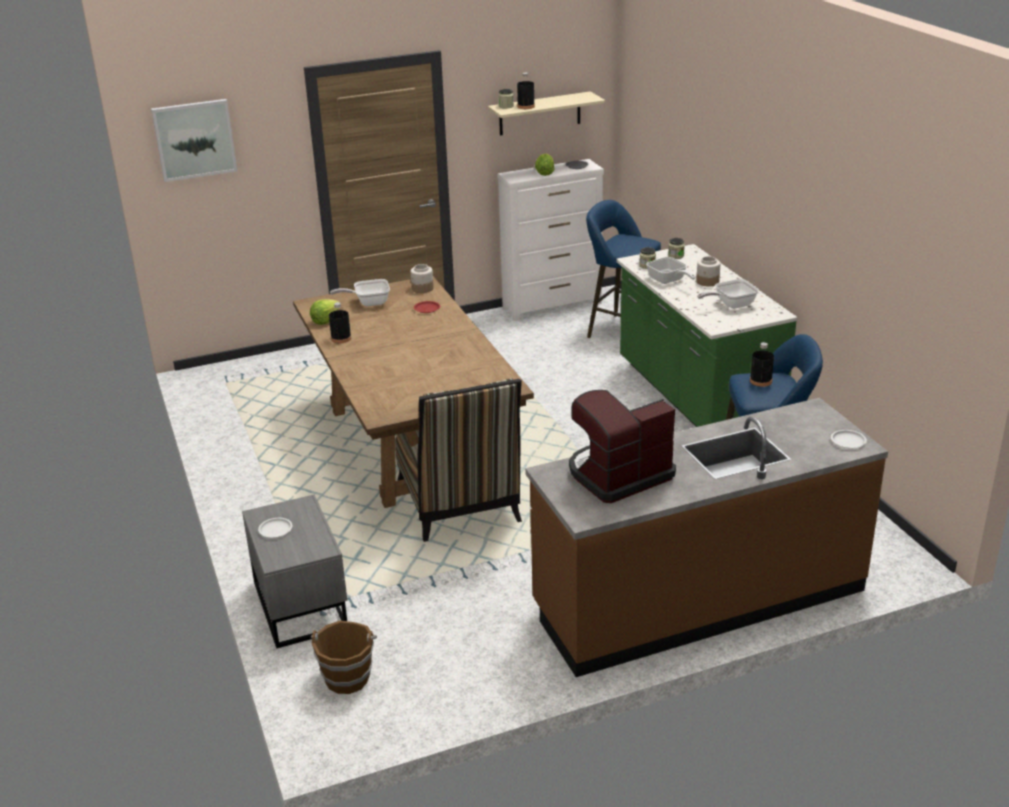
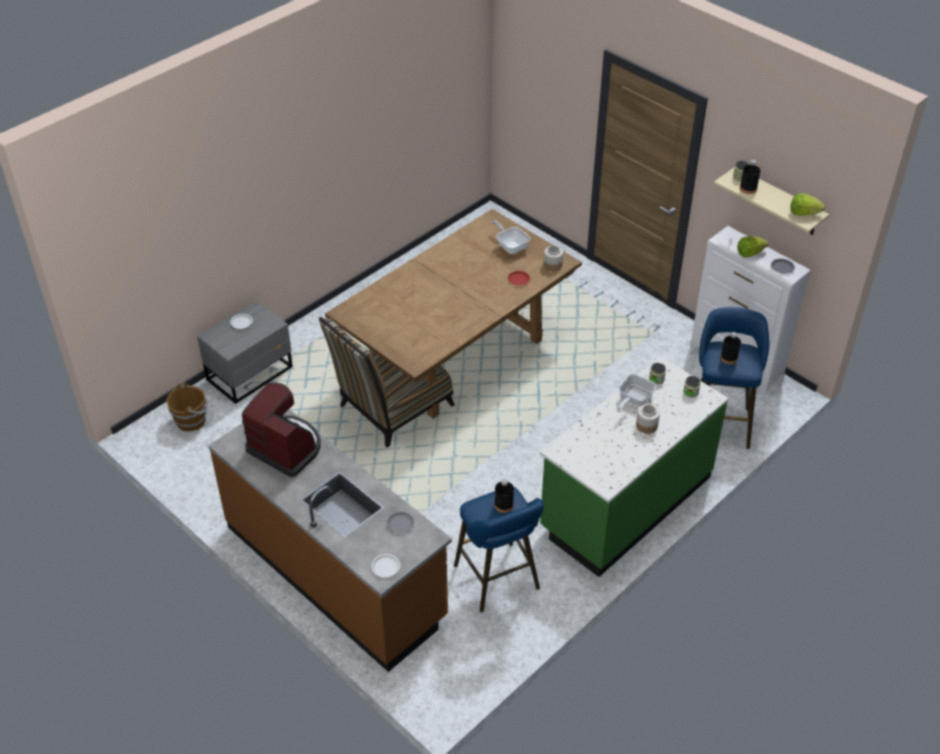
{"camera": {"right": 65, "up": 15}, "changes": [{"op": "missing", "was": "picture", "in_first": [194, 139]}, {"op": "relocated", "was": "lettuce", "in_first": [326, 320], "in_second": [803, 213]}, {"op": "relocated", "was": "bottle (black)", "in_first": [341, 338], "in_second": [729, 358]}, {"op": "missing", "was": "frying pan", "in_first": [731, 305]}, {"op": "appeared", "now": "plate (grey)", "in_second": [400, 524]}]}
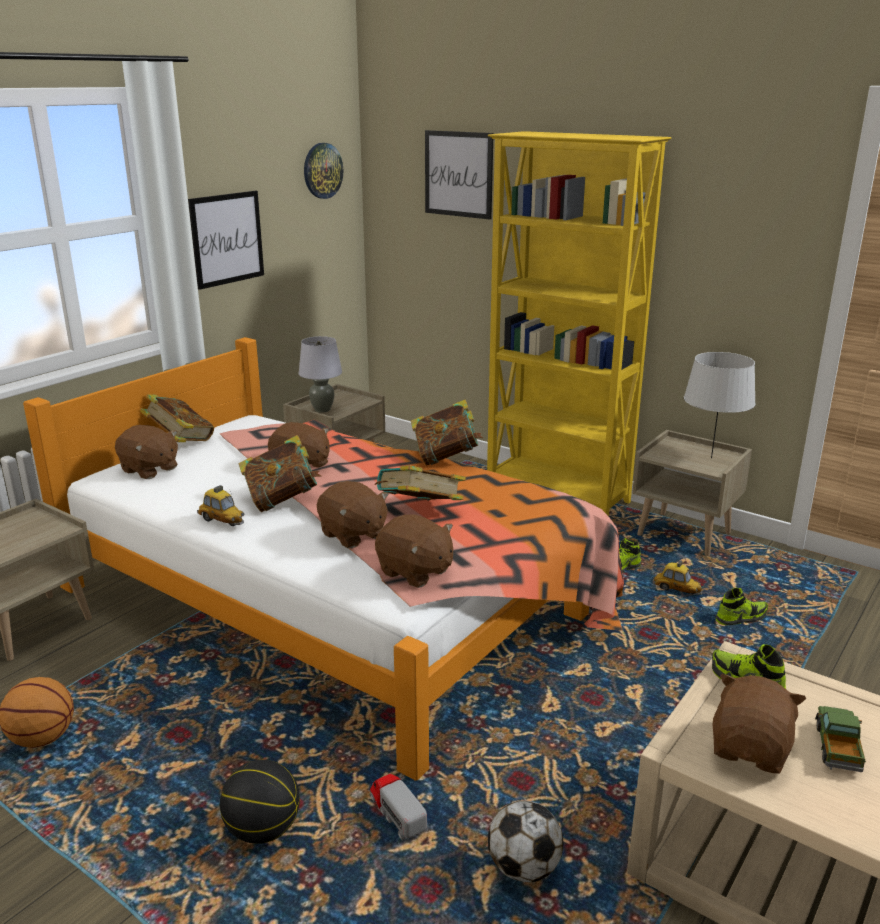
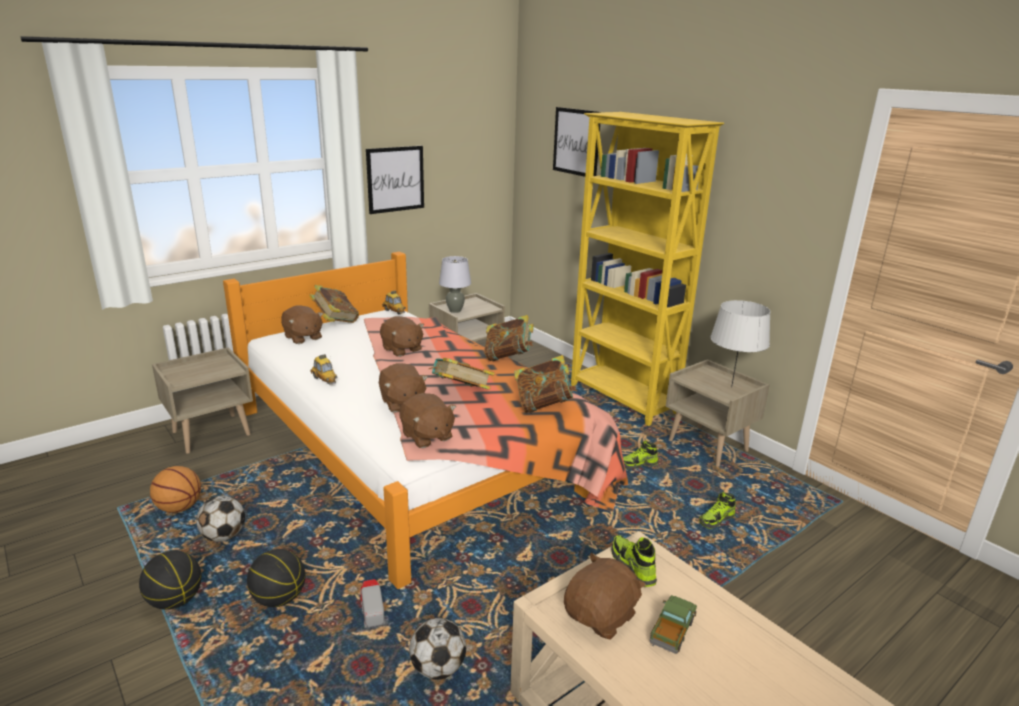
{"camera": {"right": 15, "up": 0}, "changes": [{"op": "relocated", "was": "book", "in_first": [282, 500], "in_second": [543, 405]}, {"op": "missing", "was": "wall clock", "in_first": [322, 170]}, {"op": "relocated", "was": "toy car", "in_first": [676, 590], "in_second": [394, 311]}, {"op": "spun", "was": "shoe", "in_first": [741, 618], "in_second": [716, 520], "clockwise": 150}, {"op": "appeared", "now": "basketball", "in_second": [175, 600]}, {"op": "appeared", "now": "football", "in_second": [224, 536]}]}
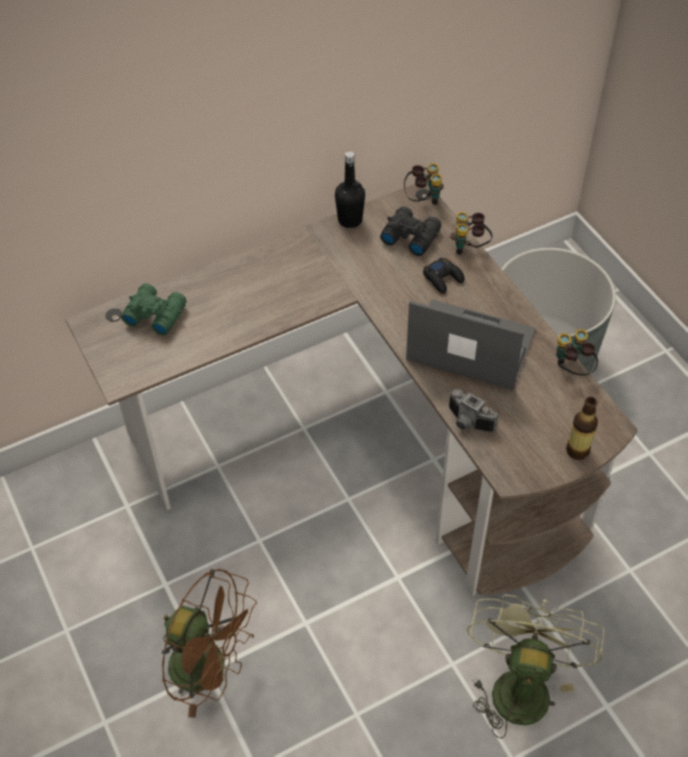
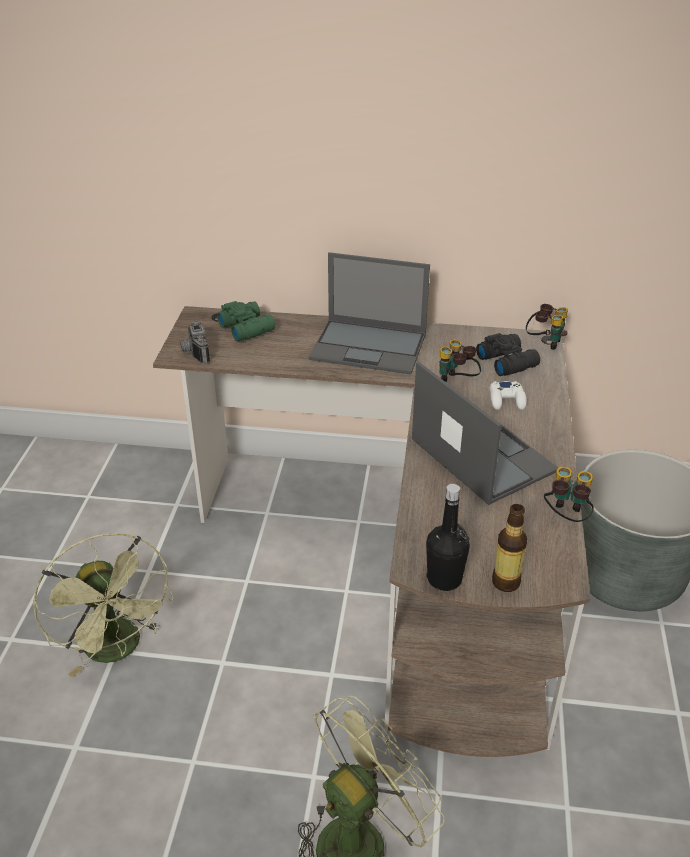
{"camera": {"right": 35, "up": -15}, "changes": [{"op": "colour", "was": "fan (brown)", "now": "fan (green)", "in_first": [210, 668], "in_second": [119, 650]}, {"op": "relocated", "was": "bottle (black)", "in_first": [350, 220], "in_second": [444, 579]}, {"op": "colour", "was": "game controller (black)", "now": "game controller (white)", "in_first": [443, 278], "in_second": [507, 400]}, {"op": "relocated", "was": "photo camera", "in_first": [467, 423], "in_second": [194, 353]}, {"op": "relocated", "was": "binoculars", "in_first": [470, 248], "in_second": [457, 382]}, {"op": "appeared", "now": "laptop", "in_second": [370, 346]}]}
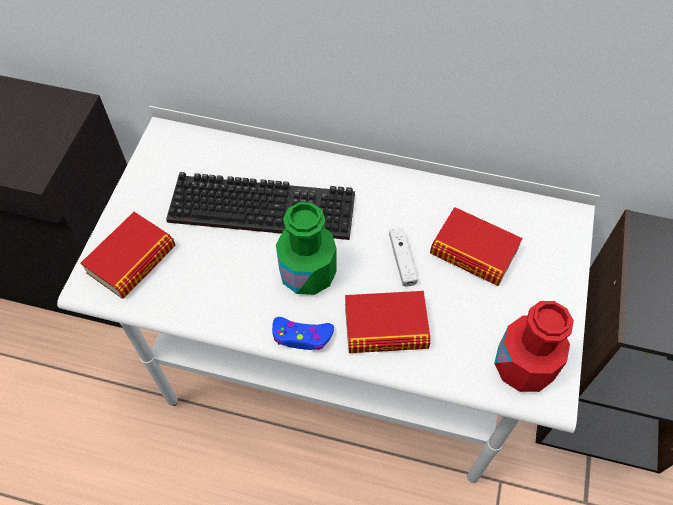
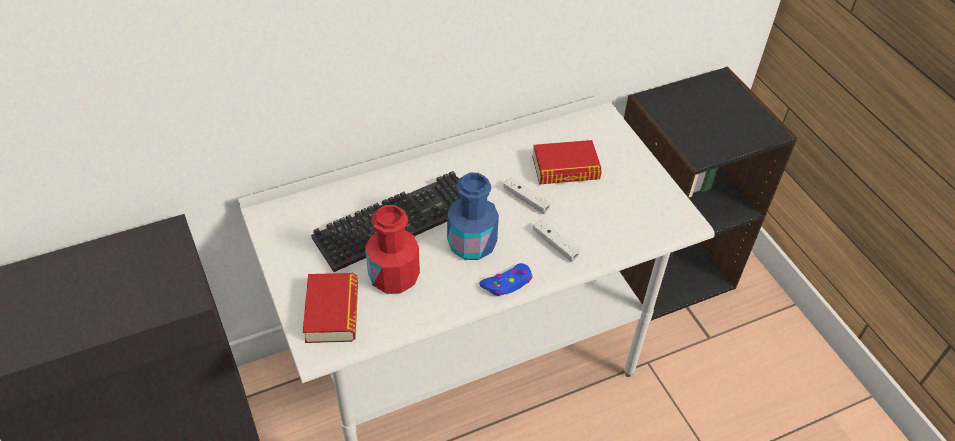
{"camera": {"right": -40, "up": -10}, "changes": [{"op": "colour", "was": "bottle (green)", "now": "bottle (blue)", "in_first": [307, 273], "in_second": [472, 244]}, {"op": "exchanged", "was": "book", "now": "game controller (white)", "in_first": [385, 327], "in_second": [555, 244]}, {"op": "relocated", "was": "bottle (red)", "in_first": [523, 366], "in_second": [394, 276]}]}
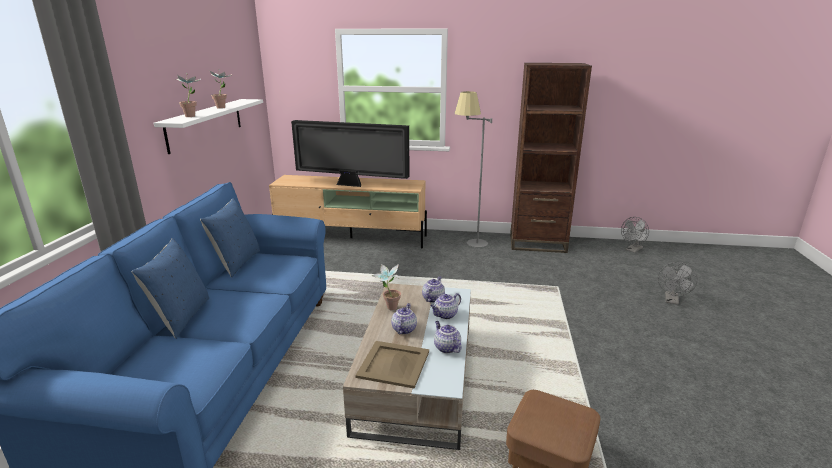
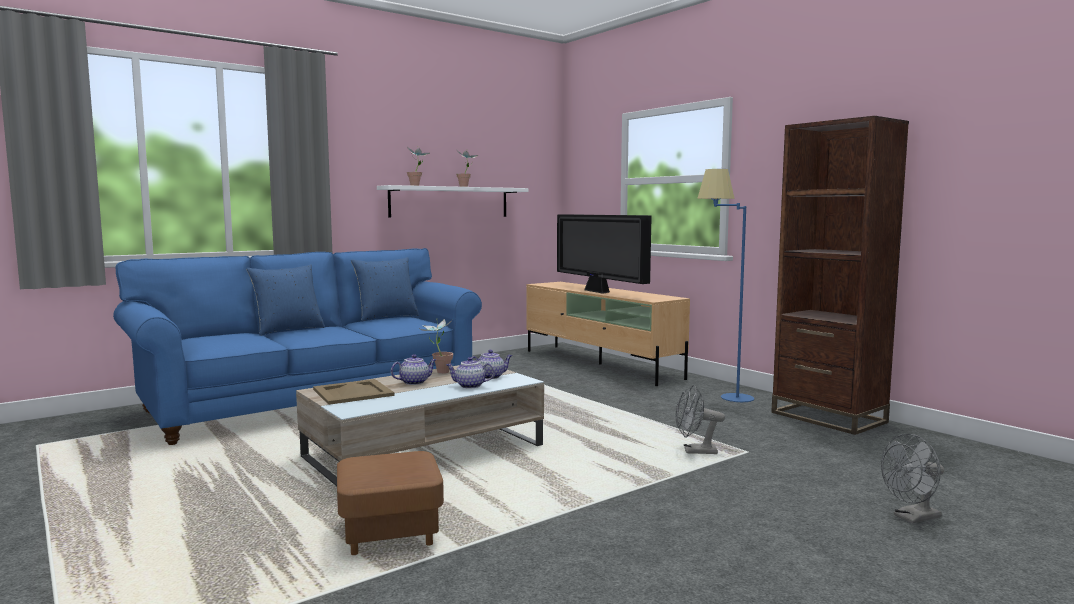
{"camera": {"right": 45, "up": -15}, "changes": [{"op": "missing", "was": "teapot", "in_first": [446, 347]}, {"op": "colour", "was": "floor lamp (grey)", "now": "floor lamp (blue)", "in_first": [469, 245], "in_second": [722, 397]}, {"op": "relocated", "was": "fan (grey)", "in_first": [633, 250], "in_second": [695, 451]}]}
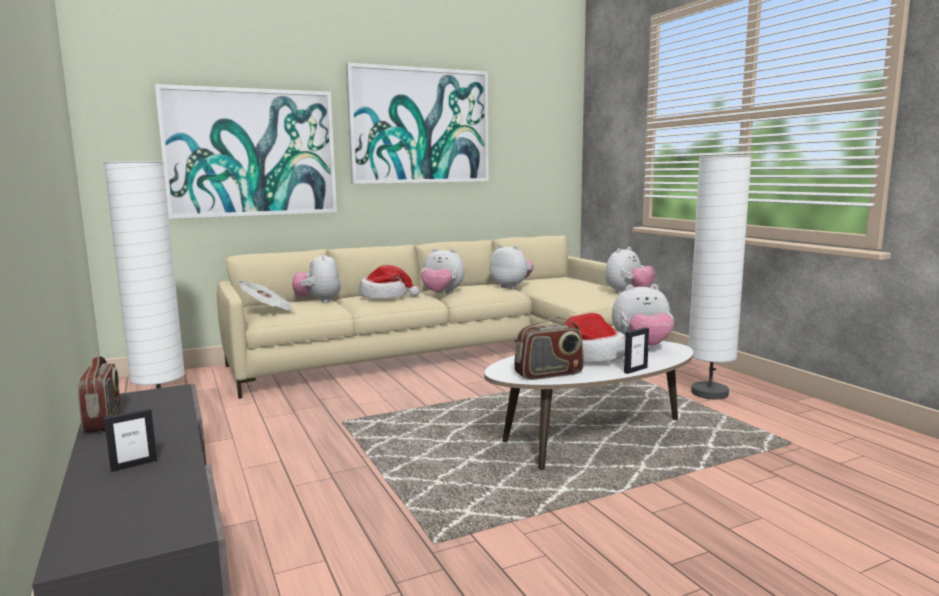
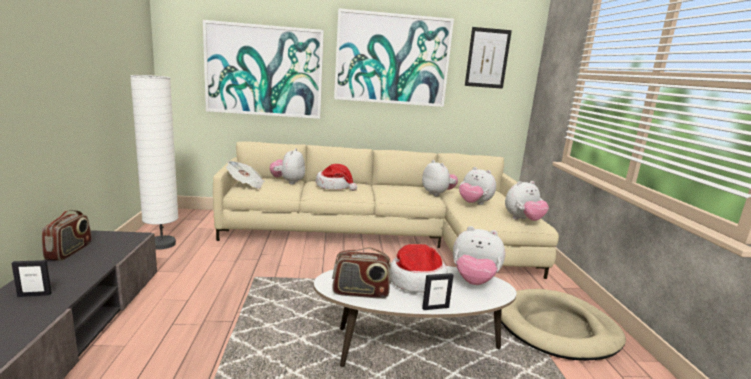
{"camera": {"right": 20, "up": 5}, "changes": [{"op": "relocated", "was": "plush toy", "in_first": [442, 294], "in_second": [474, 204]}, {"op": "exchanged", "was": "floor lamp (white)", "now": "dog bed (beige)", "in_first": [709, 393], "in_second": [556, 328]}, {"op": "appeared", "now": "picture", "in_second": [487, 58]}]}
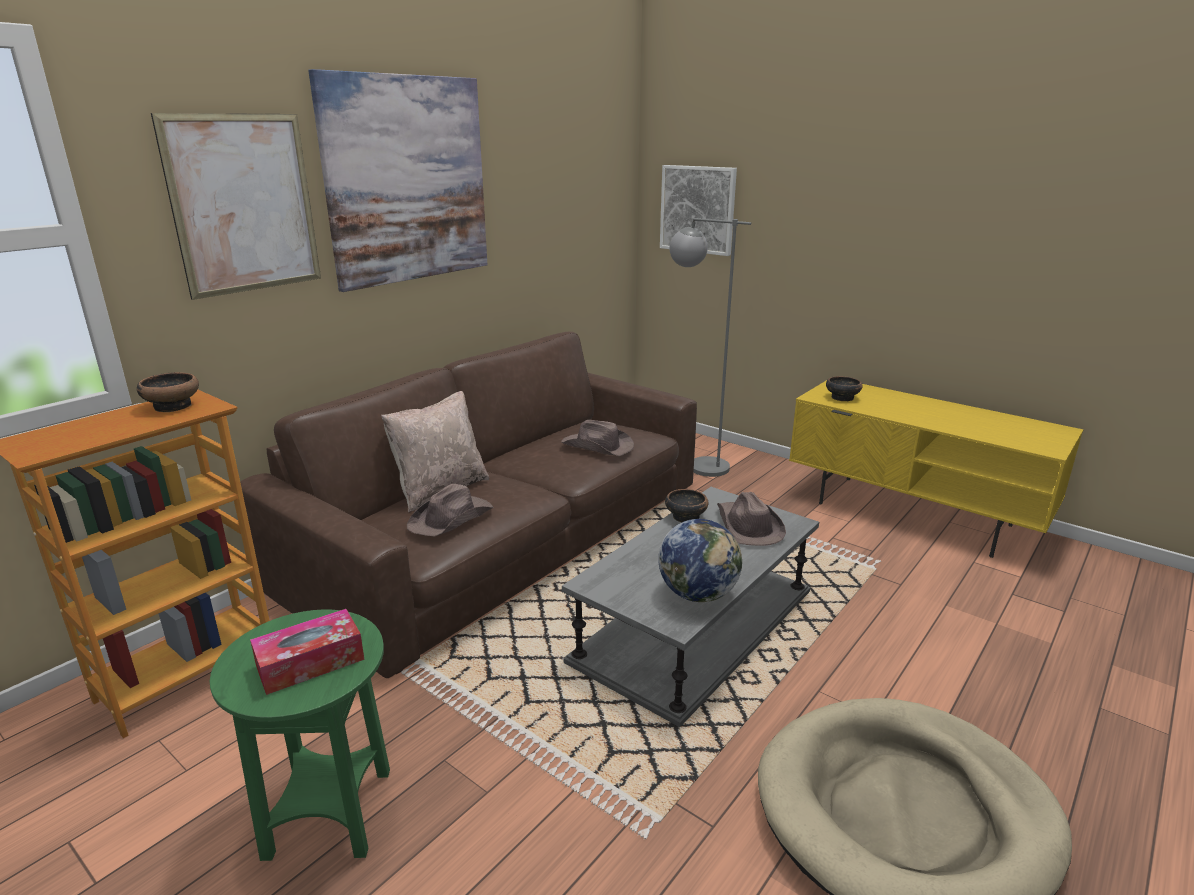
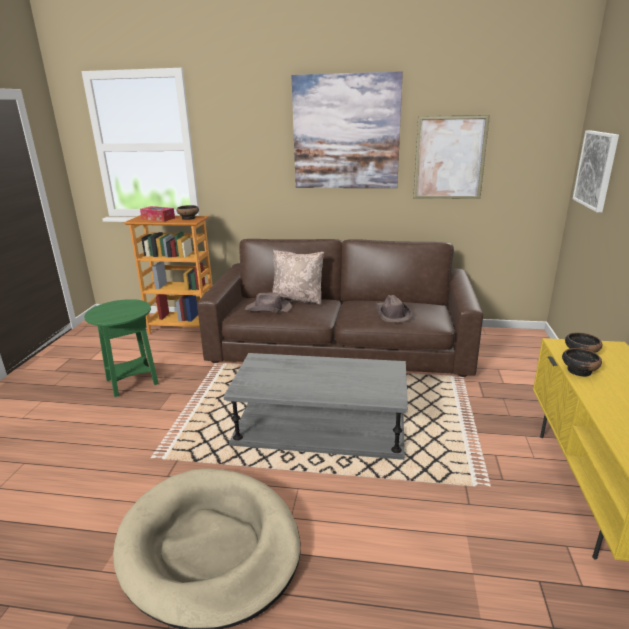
{"camera": {"right": 60, "up": 0}, "changes": [{"op": "relocated", "was": "picture", "in_first": [244, 204], "in_second": [449, 158]}, {"op": "relocated", "was": "tissue box", "in_first": [310, 662], "in_second": [158, 218]}, {"op": "missing", "was": "globe", "in_first": [698, 594]}, {"op": "relocated", "was": "bowl", "in_first": [685, 516], "in_second": [578, 371]}, {"op": "missing", "was": "floor lamp (grey)", "in_first": [696, 464]}, {"op": "missing", "was": "hat (brown)", "in_first": [748, 526]}]}
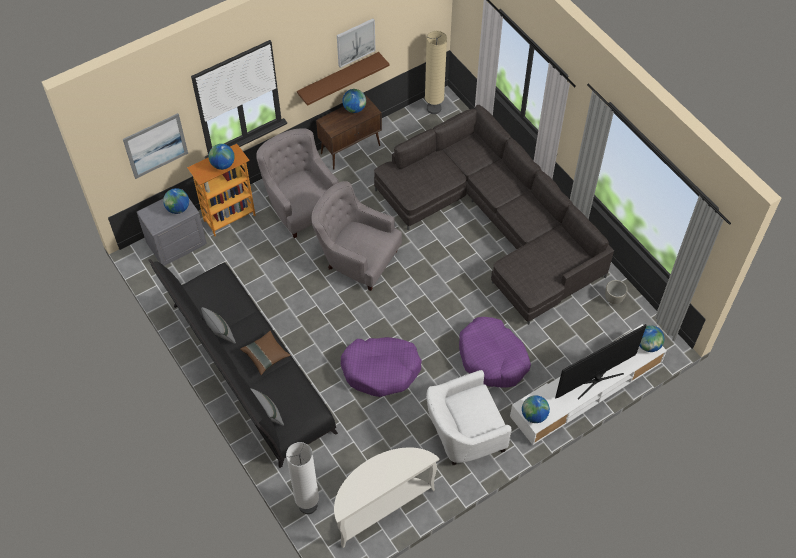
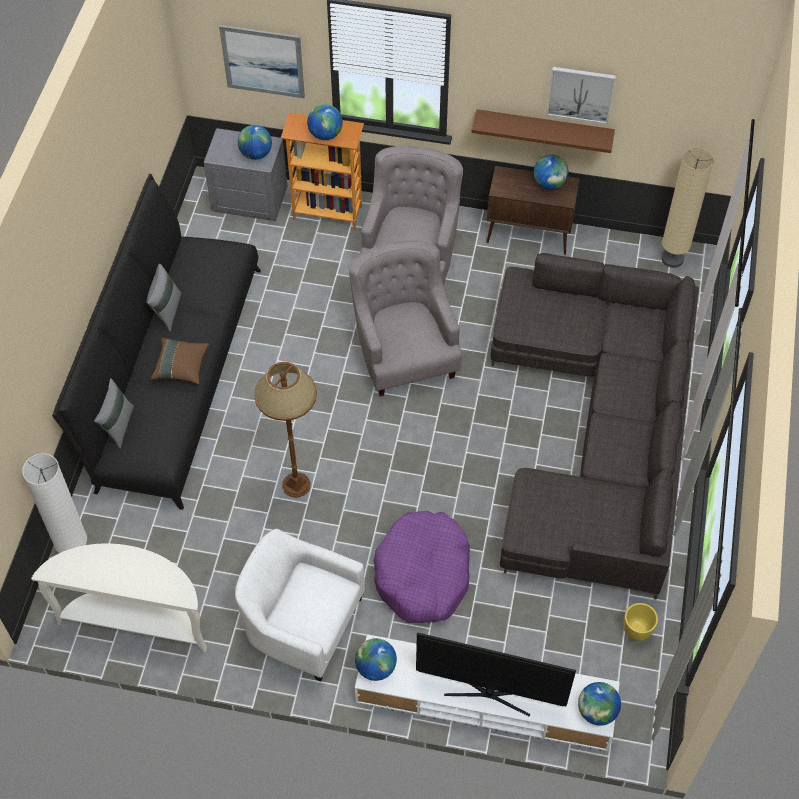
{"camera": {"right": 45, "up": 0}, "changes": [{"op": "exchanged", "was": "dog bed (purple)", "now": "floor lamp (brown)", "in_first": [381, 370], "in_second": [296, 484]}, {"op": "colour", "was": "planter (grey)", "now": "planter (yellow)", "in_first": [613, 299], "in_second": [637, 631]}]}
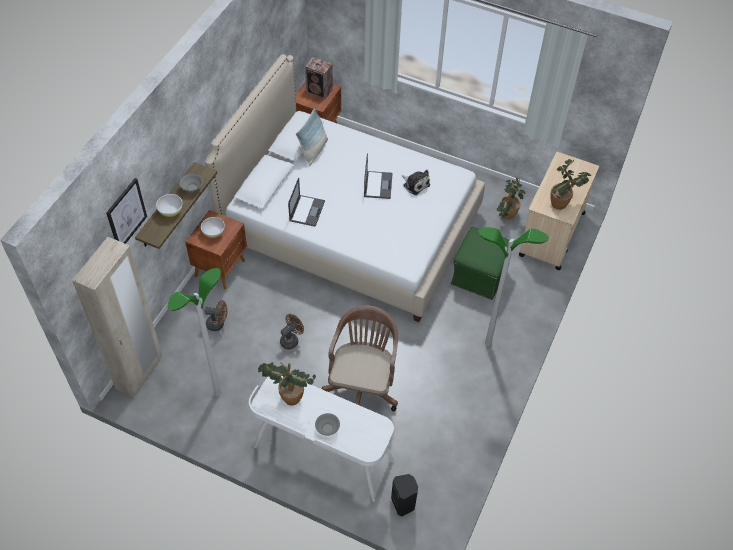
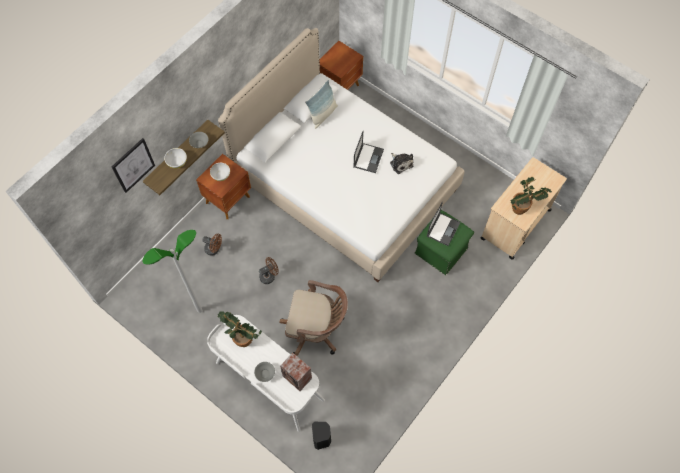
{"camera": {"right": 15, "up": 10}, "changes": [{"op": "missing", "was": "wardrobe (beige)", "in_first": [139, 373]}, {"op": "relocated", "was": "laptop", "in_first": [307, 210], "in_second": [443, 229]}, {"op": "relocated", "was": "speaker", "in_first": [320, 91], "in_second": [297, 378]}, {"op": "spun", "was": "office chair (brown)", "in_first": [362, 386], "in_second": [316, 330], "clockwise": 75}, {"op": "missing", "was": "floor lamp", "in_first": [488, 342]}, {"op": "missing", "was": "potted plant", "in_first": [505, 216]}]}
